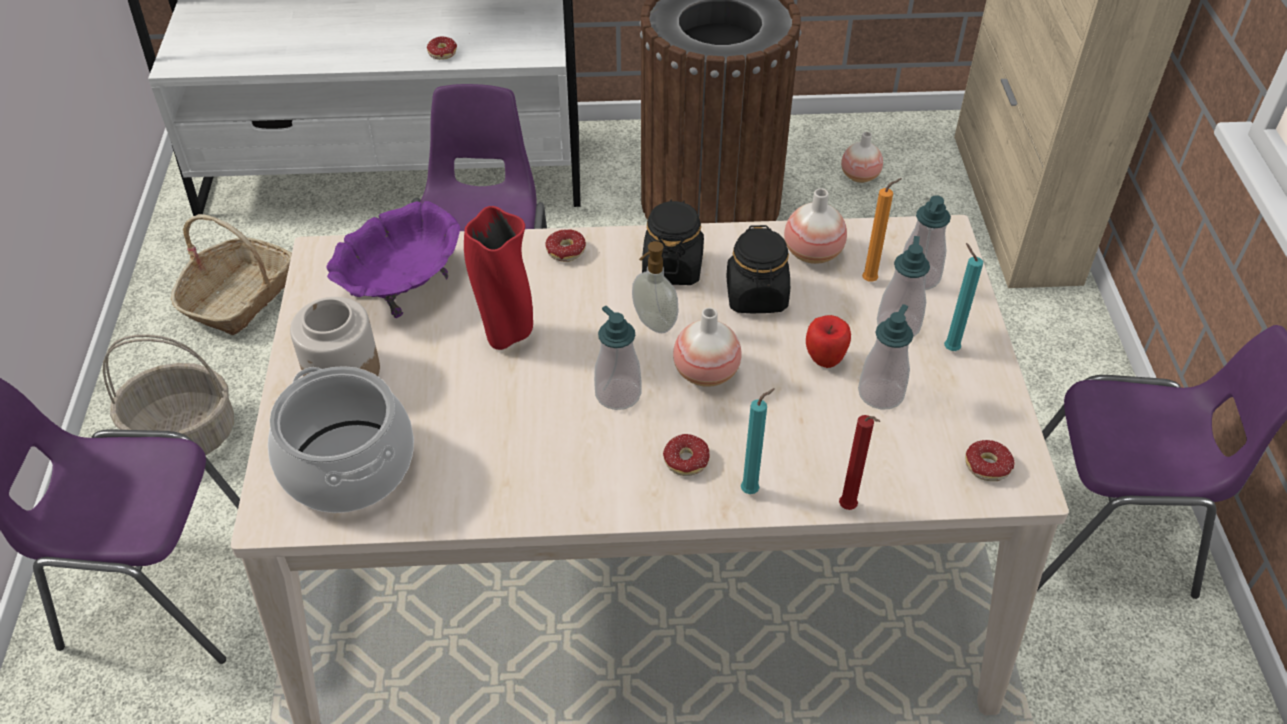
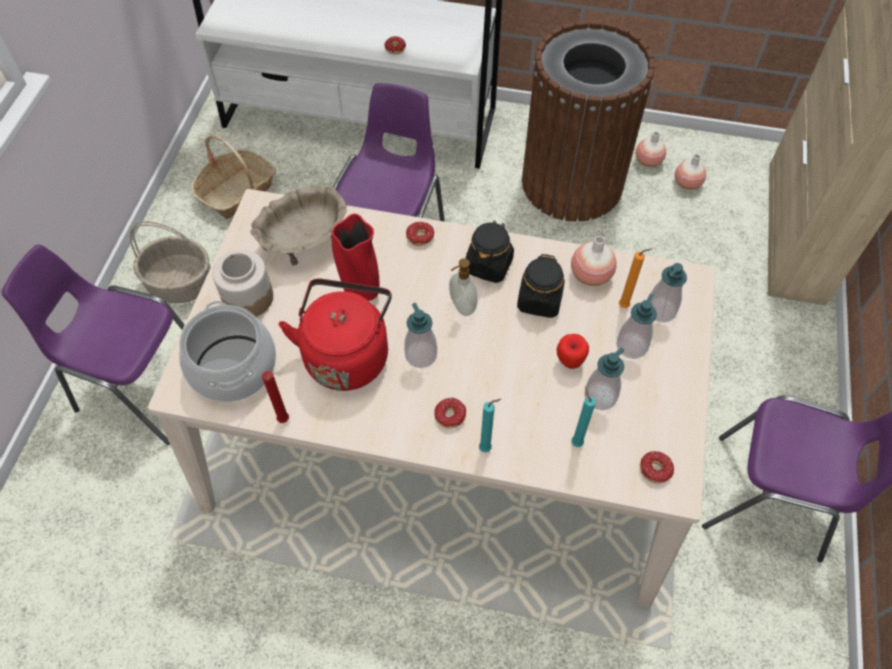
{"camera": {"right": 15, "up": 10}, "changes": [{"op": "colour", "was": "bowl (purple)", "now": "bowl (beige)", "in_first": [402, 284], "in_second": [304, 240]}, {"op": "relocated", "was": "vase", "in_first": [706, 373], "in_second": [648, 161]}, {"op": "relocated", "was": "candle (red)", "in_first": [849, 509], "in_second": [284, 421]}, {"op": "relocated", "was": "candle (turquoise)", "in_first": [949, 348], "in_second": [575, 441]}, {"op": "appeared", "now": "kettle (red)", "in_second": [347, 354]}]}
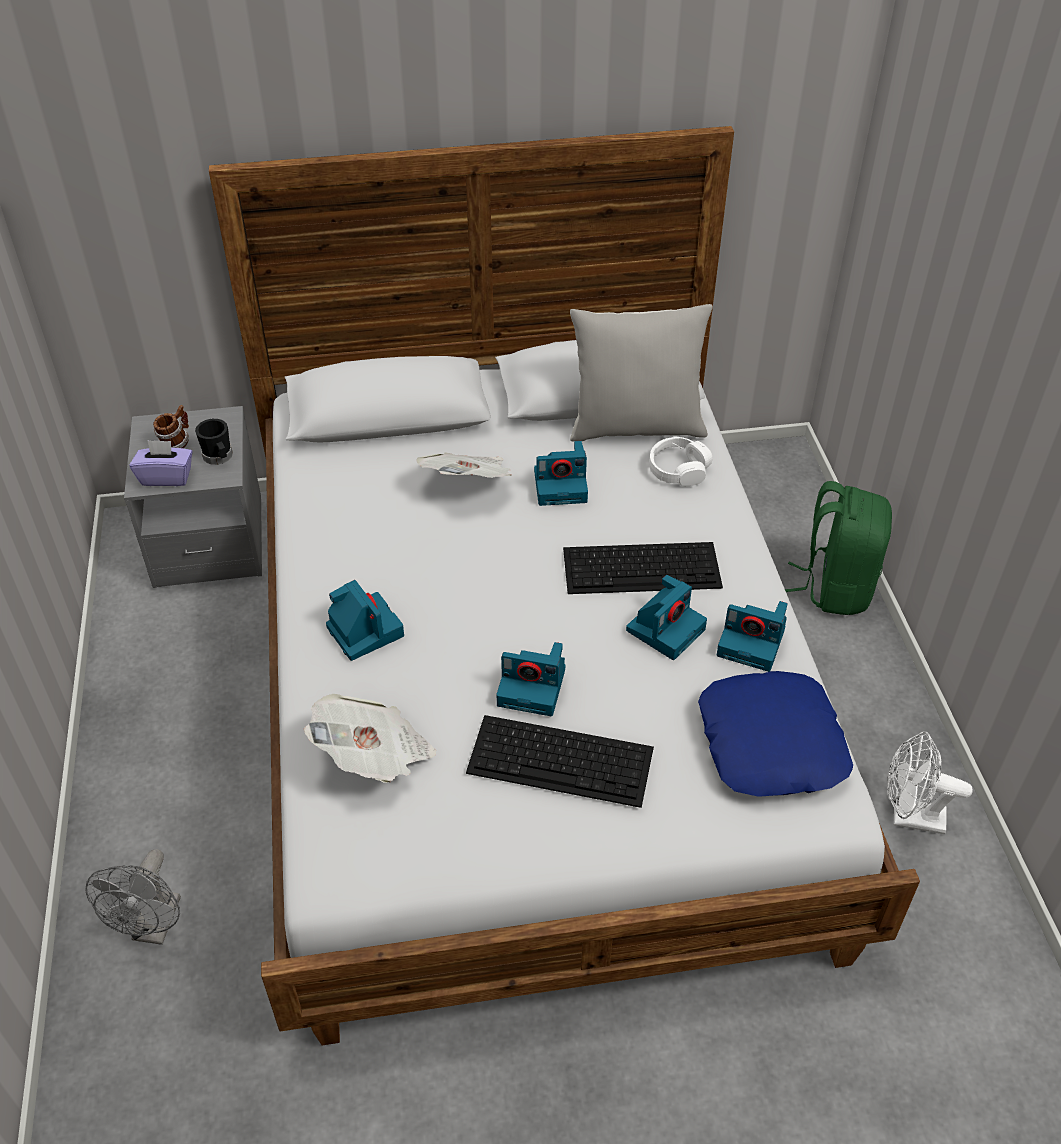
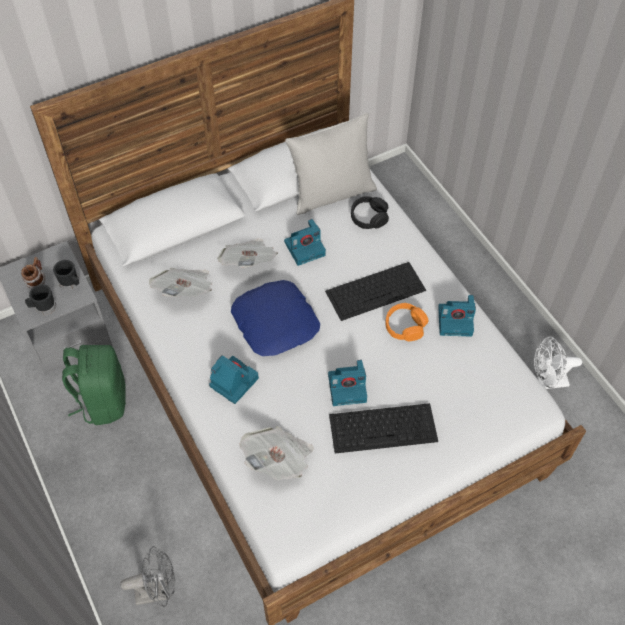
{"camera": {"right": -20, "up": 10}, "changes": [{"op": "spun", "was": "fan (grey)", "in_first": [154, 928], "in_second": [158, 591], "clockwise": -90}, {"op": "exchanged", "was": "tissue box (purple)", "now": "mug (black)", "in_first": [166, 477], "in_second": [43, 307]}, {"op": "exchanged", "was": "photo camera", "now": "headphones (orange)", "in_first": [666, 628], "in_second": [405, 326]}, {"op": "colour", "was": "headphones (white)", "now": "headphones (black)", "in_first": [678, 469], "in_second": [369, 217]}, {"op": "relocated", "was": "pillow (blue)", "in_first": [772, 743], "in_second": [276, 323]}, {"op": "relocated", "was": "backpack (green)", "in_first": [835, 587], "in_second": [103, 400]}, {"op": "appeared", "now": "newspaper", "in_second": [185, 291]}]}
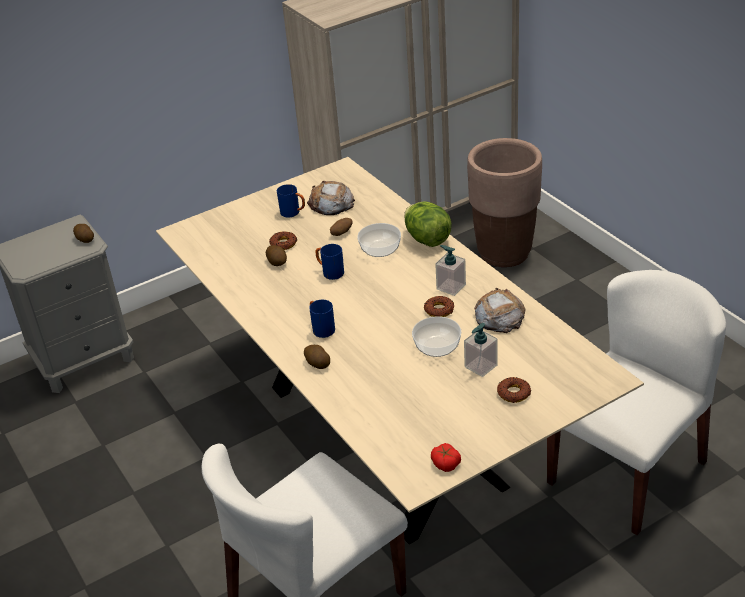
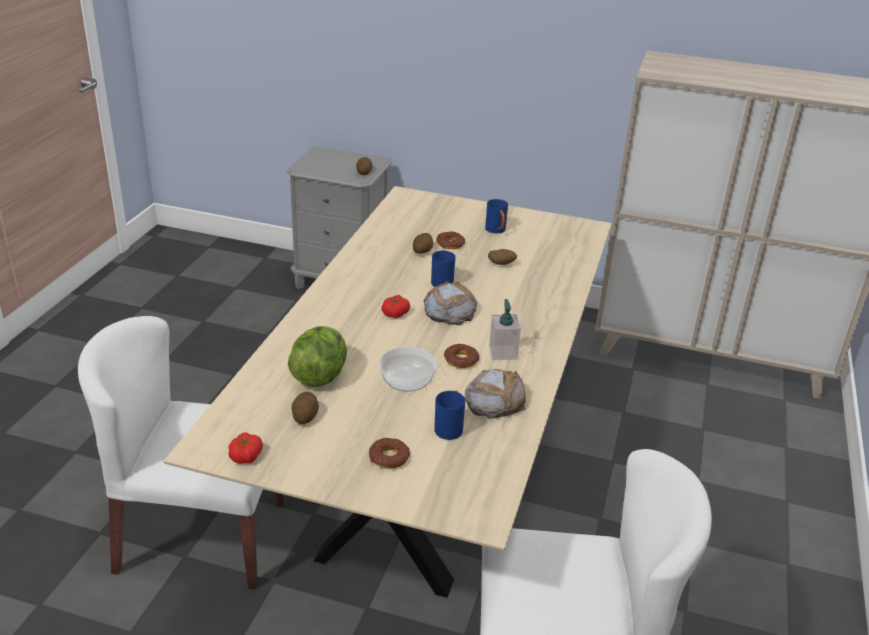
{"camera": {"right": 45, "up": -5}, "changes": [{"op": "relocated", "was": "potato", "in_first": [317, 363], "in_second": [305, 416]}, {"op": "relocated", "was": "bread", "in_first": [331, 204], "in_second": [449, 310]}, {"op": "relocated", "was": "mug (blue)", "in_first": [321, 328], "in_second": [449, 427]}, {"op": "missing", "was": "bowl", "in_first": [380, 249]}, {"op": "relocated", "was": "lettuce", "in_first": [427, 239], "in_second": [319, 376]}, {"op": "missing", "was": "soap dispenser", "in_first": [480, 366]}, {"op": "missing", "was": "planter (brown)", "in_first": [504, 253]}, {"op": "appeared", "now": "tomato", "in_second": [395, 313]}]}
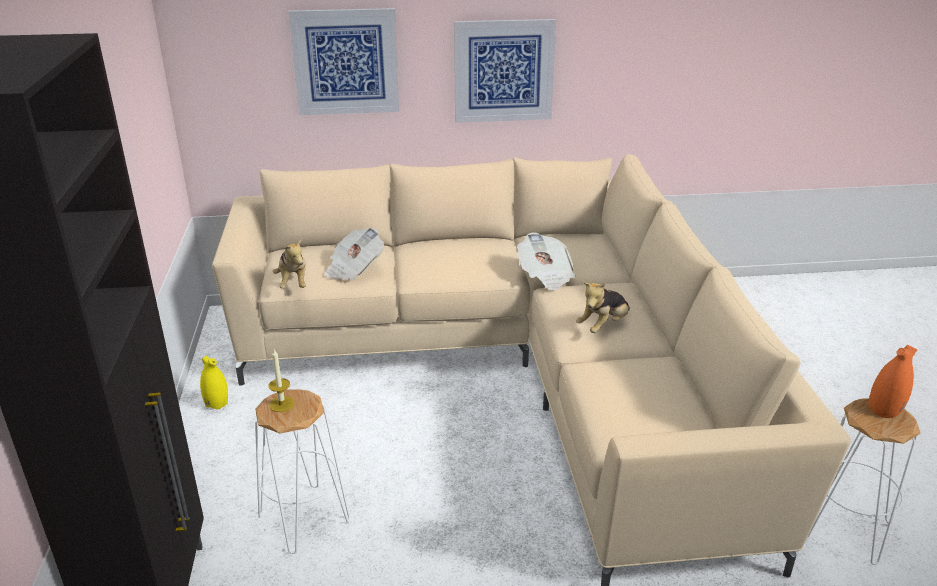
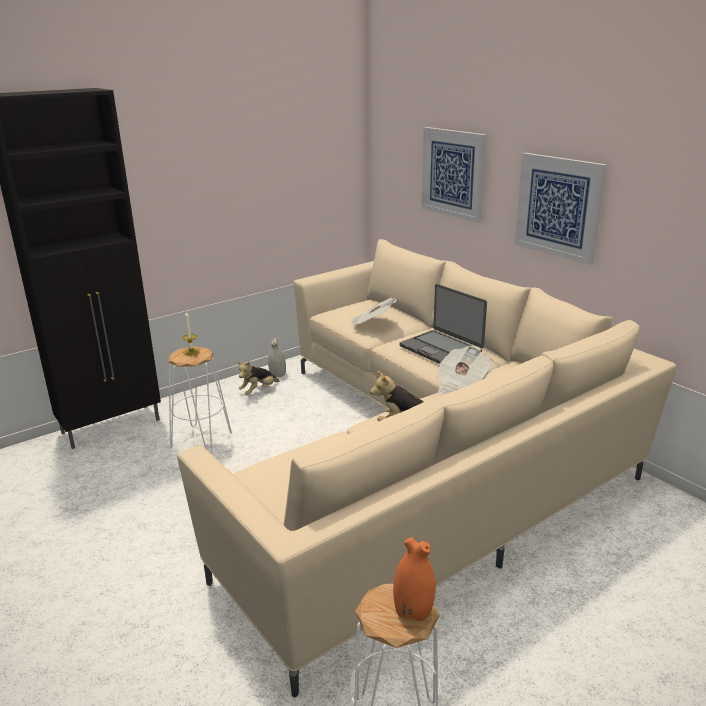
{"camera": {"right": 60, "up": -5}, "changes": [{"op": "colour", "was": "vase (yellow)", "now": "vase (white)", "in_first": [217, 404], "in_second": [277, 374]}, {"op": "relocated", "was": "plush toy", "in_first": [293, 283], "in_second": [258, 391]}, {"op": "appeared", "now": "laptop", "in_second": [441, 349]}]}
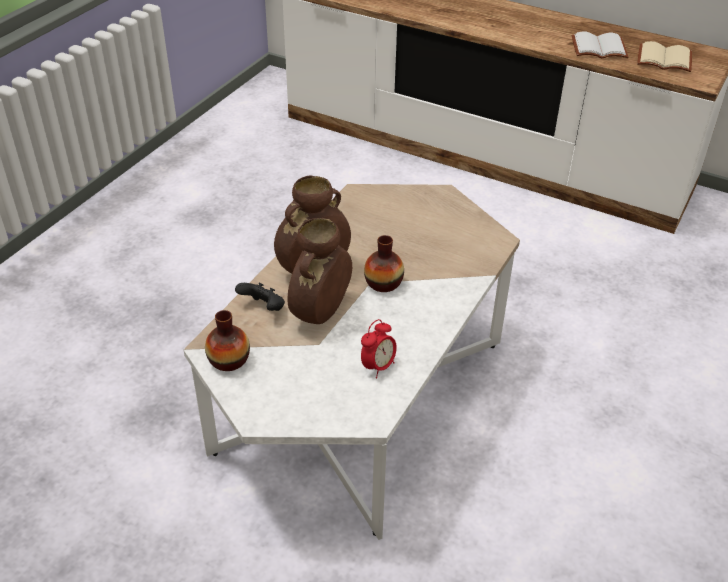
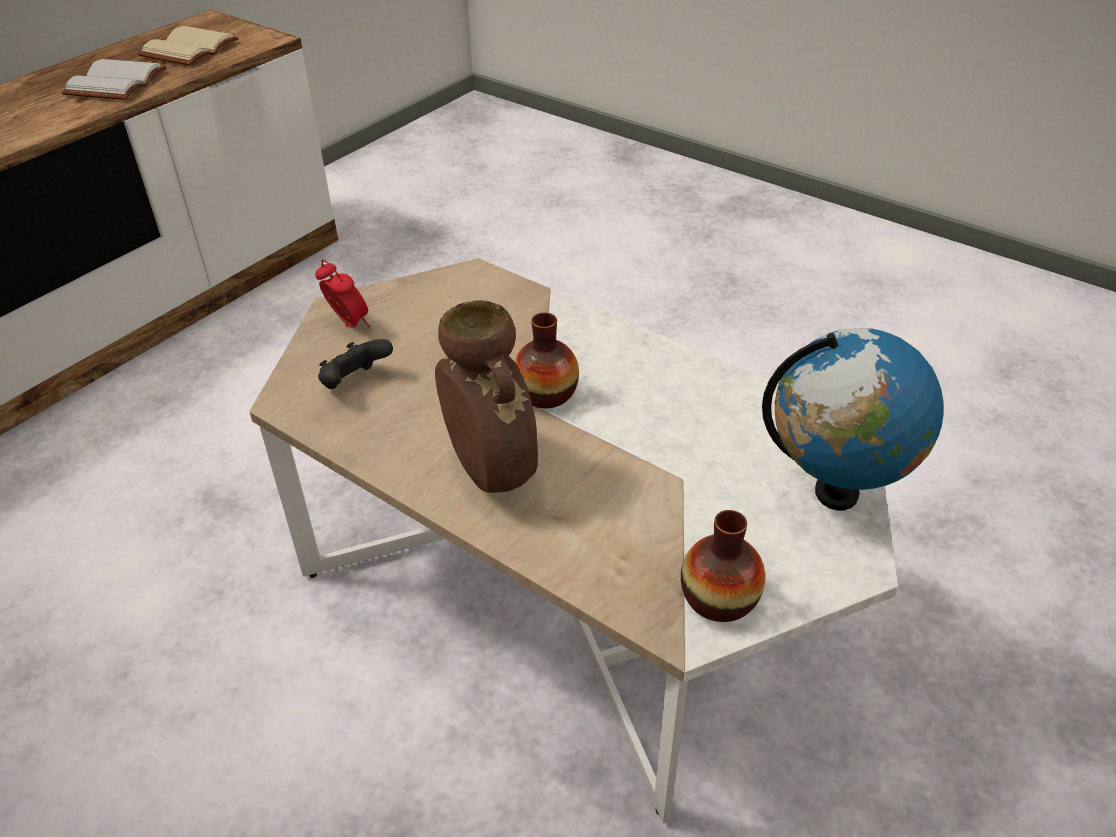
{"camera": {"right": -80, "up": 0}, "changes": [{"op": "relocated", "was": "game controller (black)", "in_first": [263, 308], "in_second": [355, 383]}, {"op": "missing", "was": "vase (brown)", "in_first": [321, 312]}, {"op": "relocated", "was": "alarm clock", "in_first": [378, 366], "in_second": [348, 325]}, {"op": "appeared", "now": "globe", "in_second": [836, 493]}]}
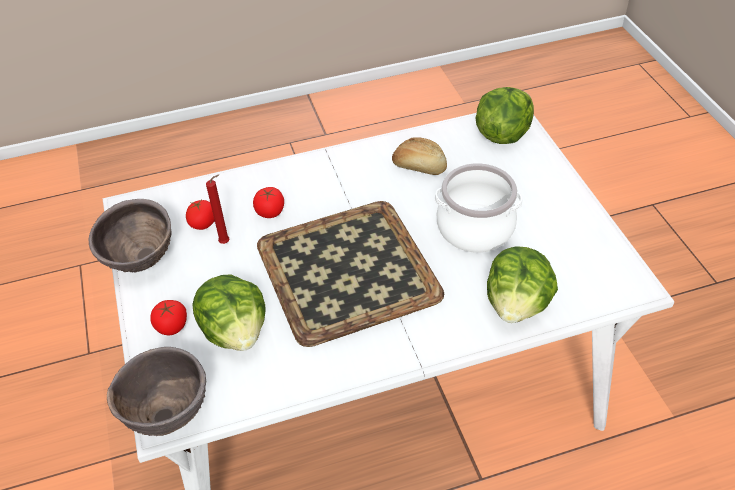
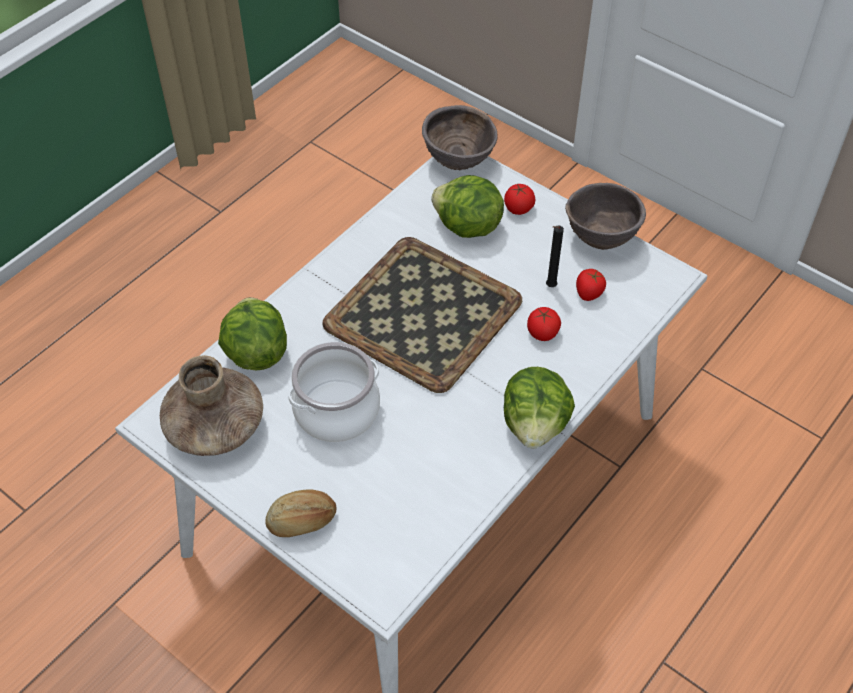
{"camera": {"right": 145, "up": 5}, "changes": [{"op": "colour", "was": "candle (red)", "now": "candle (black)", "in_first": [226, 242], "in_second": [549, 287]}, {"op": "relocated", "was": "bread", "in_first": [419, 166], "in_second": [302, 522]}, {"op": "relocated", "was": "lettuce", "in_first": [502, 134], "in_second": [535, 425]}, {"op": "appeared", "now": "vase (brown)", "in_second": [215, 427]}]}
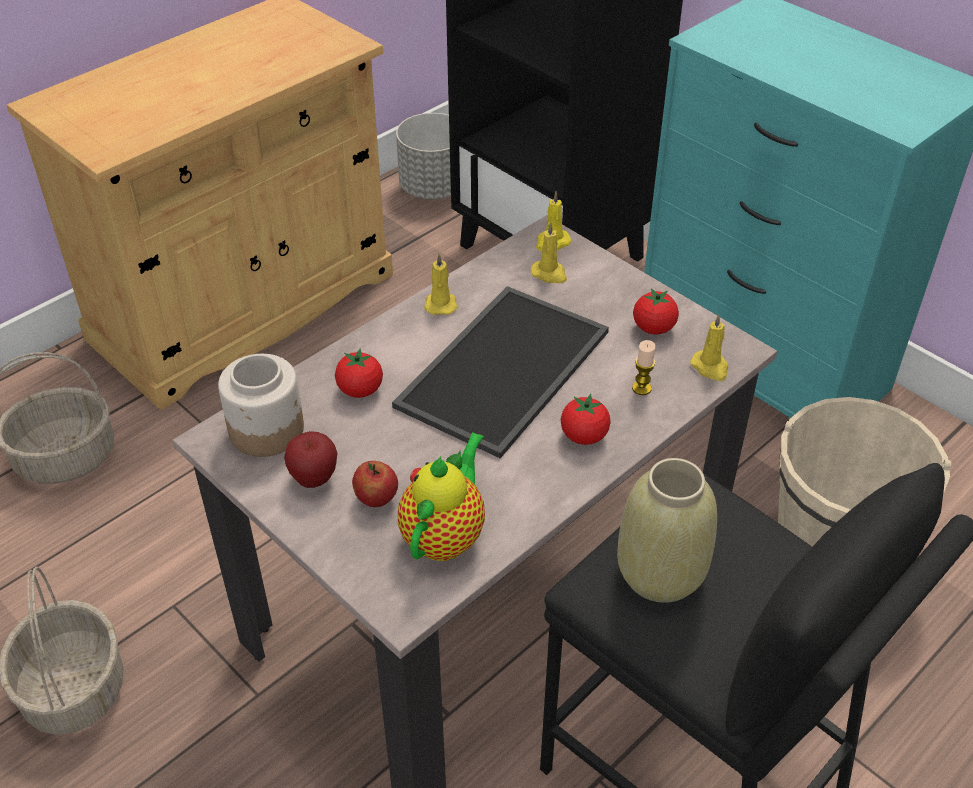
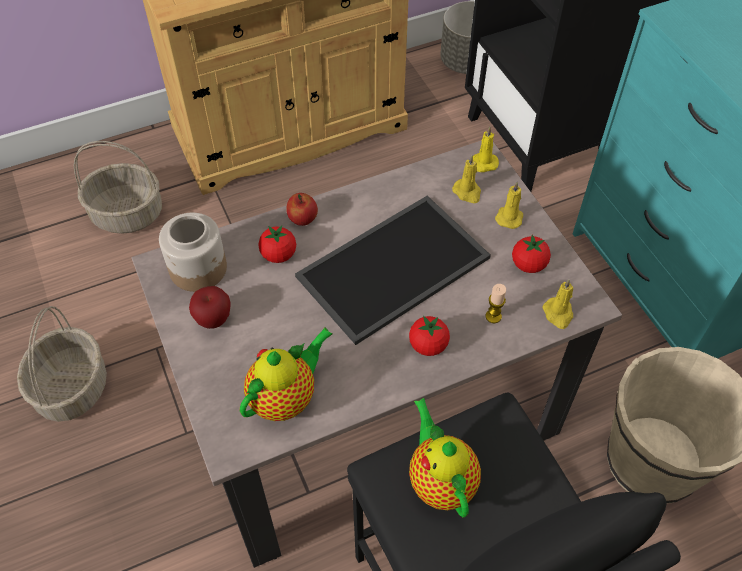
{"camera": {"right": 20, "up": 10}, "changes": [{"op": "relocated", "was": "apple", "in_first": [377, 499], "in_second": [303, 219]}, {"op": "relocated", "was": "candle (yellow)", "in_first": [440, 304], "in_second": [509, 217]}, {"op": "exchanged", "was": "vase (beige)", "now": "teapot", "in_first": [662, 573], "in_second": [440, 480]}]}
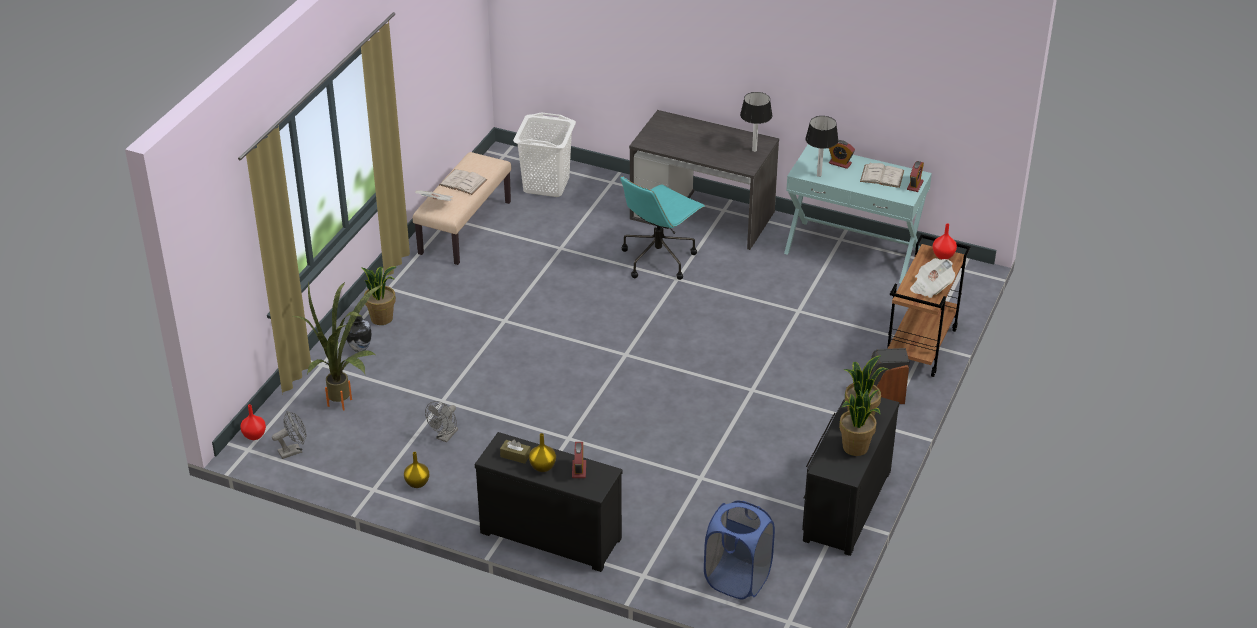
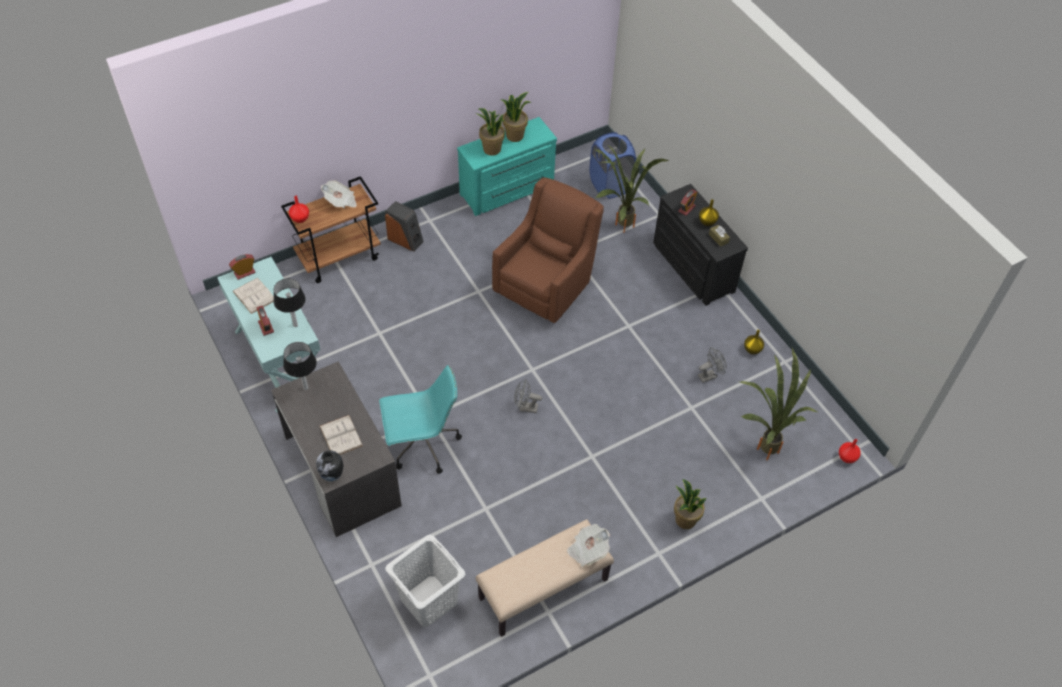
{"camera": {"right": -145, "up": 15}, "changes": [{"op": "relocated", "was": "fan (grey)", "in_first": [293, 450], "in_second": [525, 408]}, {"op": "relocated", "was": "vase", "in_first": [360, 349], "in_second": [332, 476]}, {"op": "relocated", "was": "book (white)", "in_first": [463, 182], "in_second": [341, 436]}, {"op": "colour", "was": "dresser (black)", "now": "dresser (turquoise)", "in_first": [844, 504], "in_second": [508, 191]}, {"op": "appeared", "now": "armchair (brown)", "in_second": [546, 285]}, {"op": "appeared", "now": "potted plant", "in_second": [619, 227]}]}
